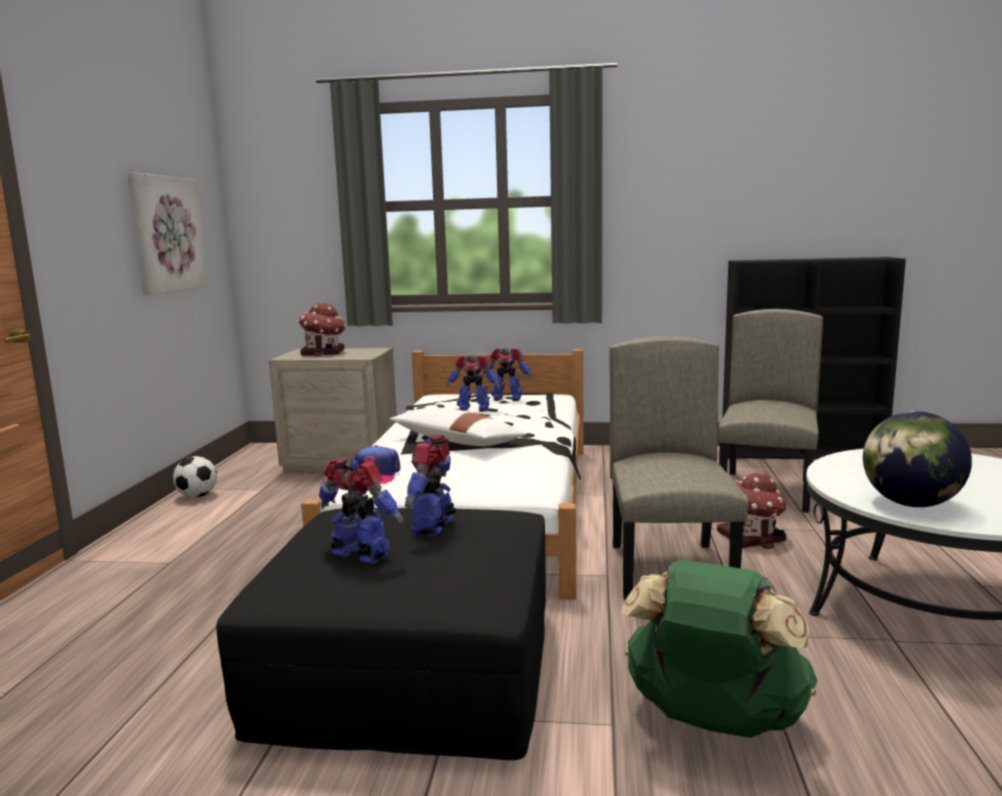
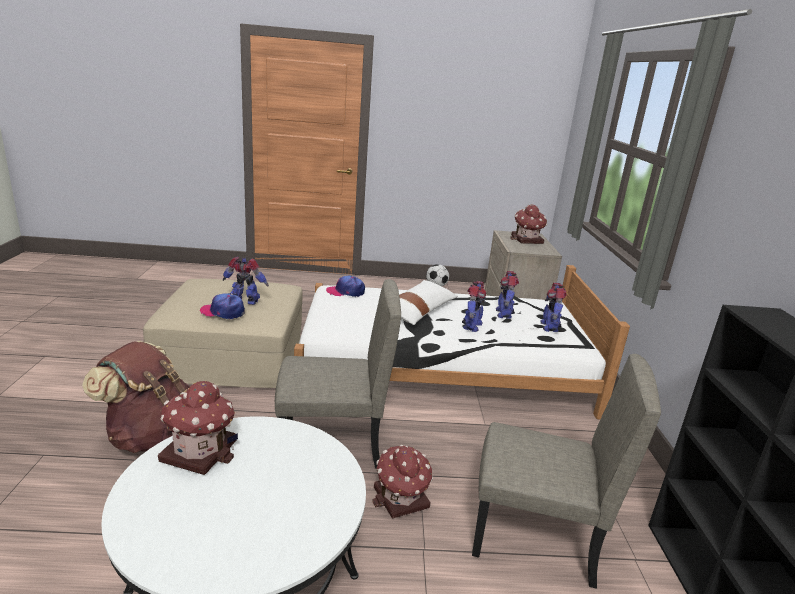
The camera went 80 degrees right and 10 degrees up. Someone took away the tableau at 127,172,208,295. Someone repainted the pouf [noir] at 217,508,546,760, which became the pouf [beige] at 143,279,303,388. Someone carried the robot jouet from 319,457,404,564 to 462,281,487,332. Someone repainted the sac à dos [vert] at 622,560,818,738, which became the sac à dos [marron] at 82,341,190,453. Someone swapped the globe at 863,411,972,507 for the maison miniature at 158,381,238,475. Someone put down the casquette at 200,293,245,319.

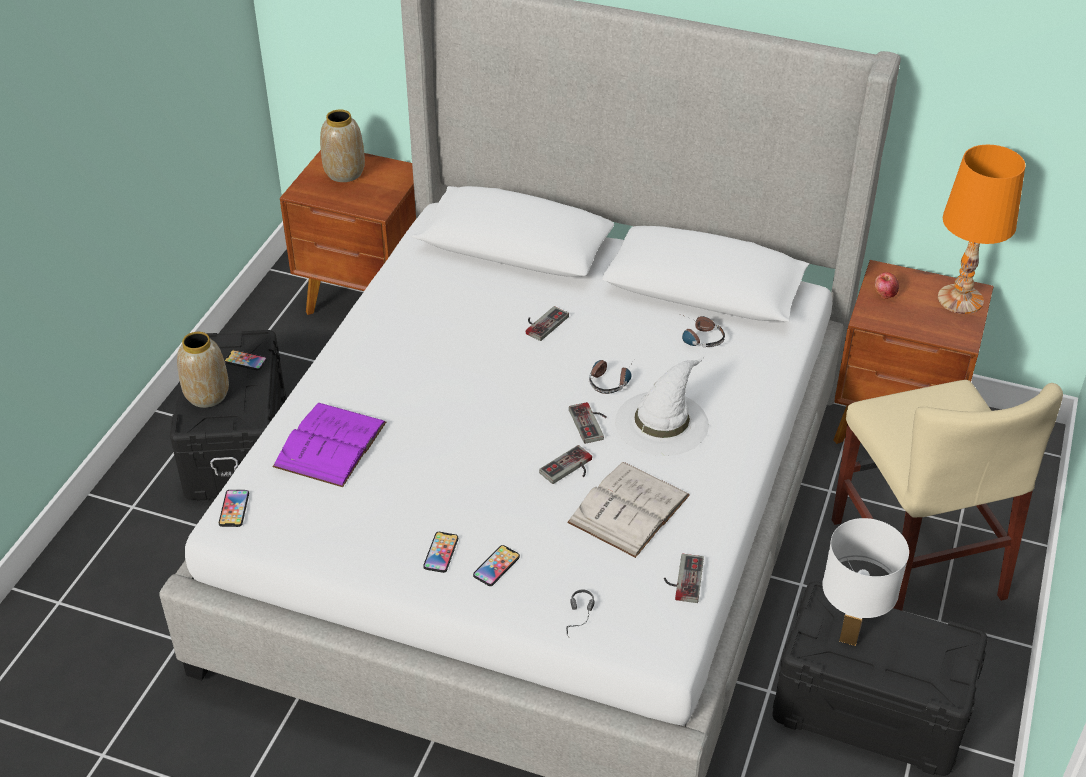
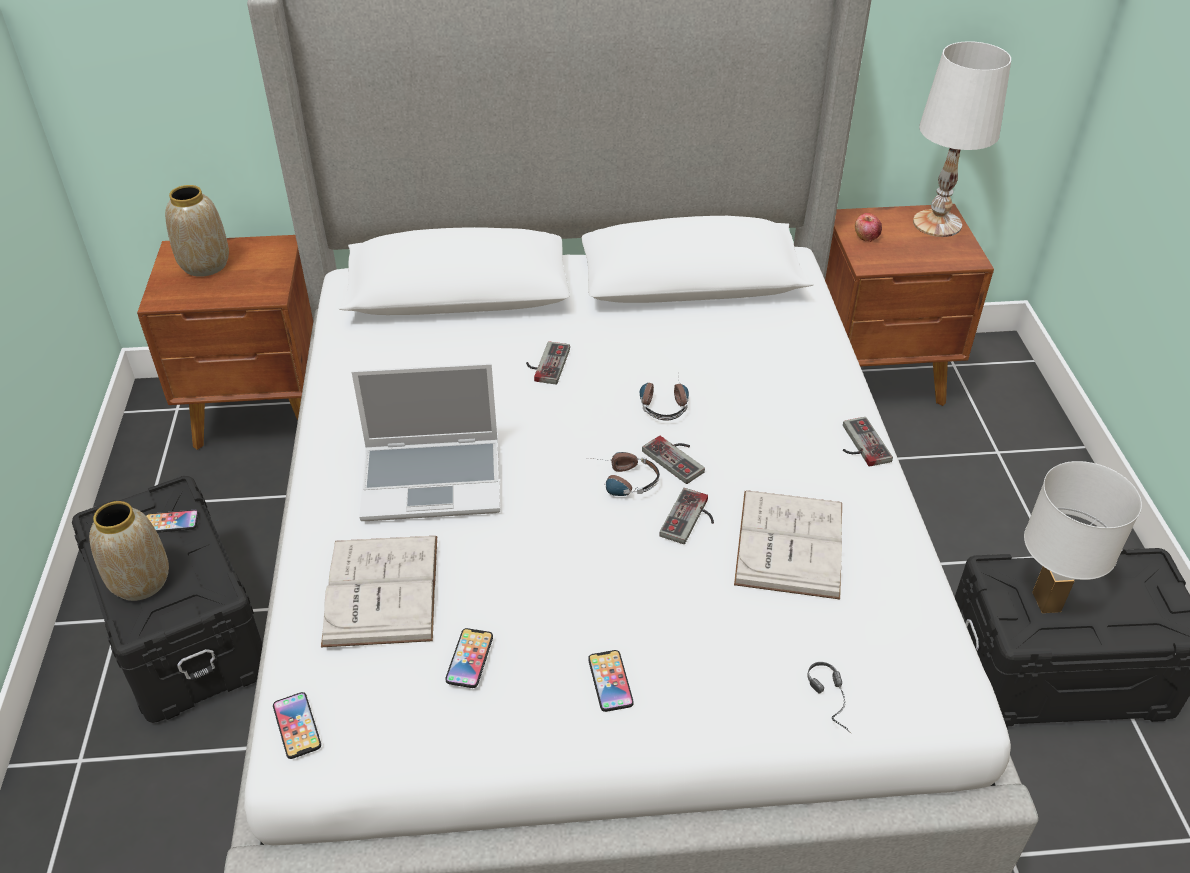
The camera went 25 degrees left and 0 degrees up. Someone repainted the livre [violet] at 272,403,386,487, which became the livre [blanc] at 321,536,437,647. Someone carried the téléphone from 473,545,520,586 to 445,628,493,688. Someone took away the chapeau [blanc] at 615,355,709,456. Someone carried the manette from 664,554,704,603 to 843,417,893,466. Someone carried the casque audio from 682,316,725,348 to 588,452,660,496. Someone took away the chaise [beige] at 832,380,1063,611. Someone repainted the lampe de table [orange] at 938,145,1025,314, which became the lampe de table [blanc] at 913,41,1011,237. Someone put down the ordinateur portable at 352,363,500,521.

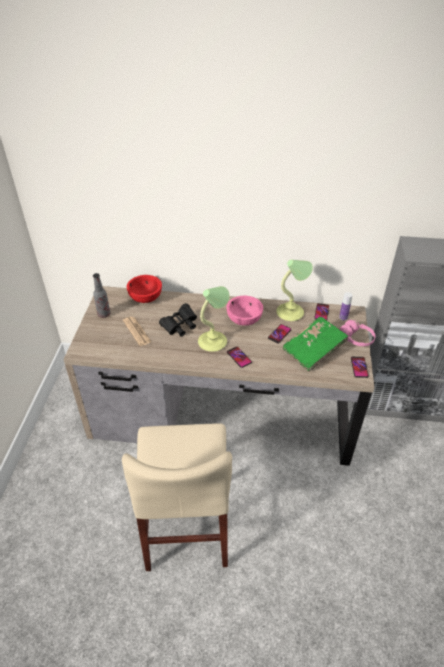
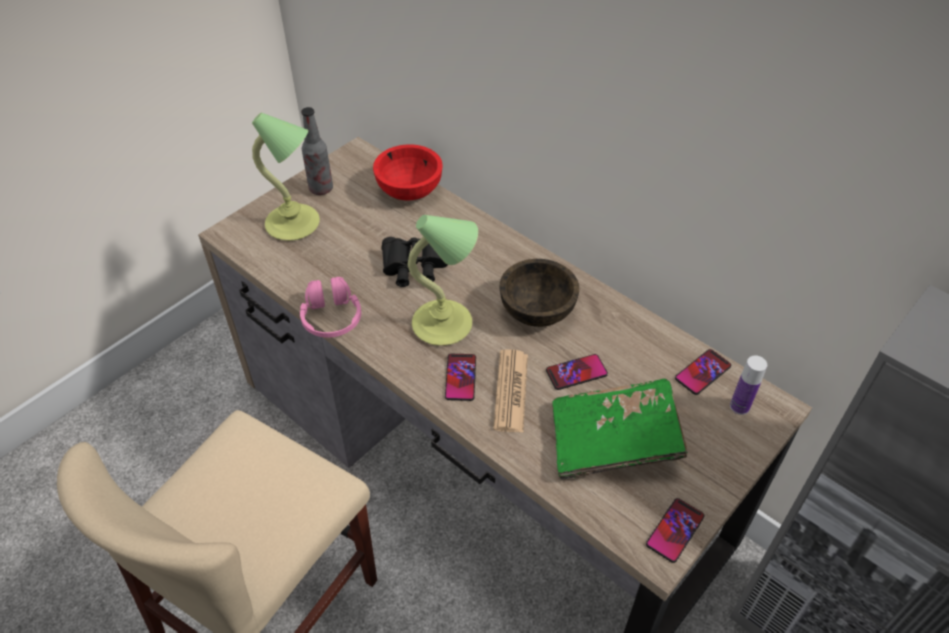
The camera went 35 degrees right and 5 degrees up. Someone carried the journal from 123,316,151,346 to 493,349,528,432. Someone repainted the bol [rose] at 226,296,263,326, which became the bol [marron] at 499,259,579,327. Someone carried the lampe de table from 276,260,313,321 to 252,113,320,241. Someone carried the casque audio [rose] from 339,320,376,346 to 300,277,361,338.

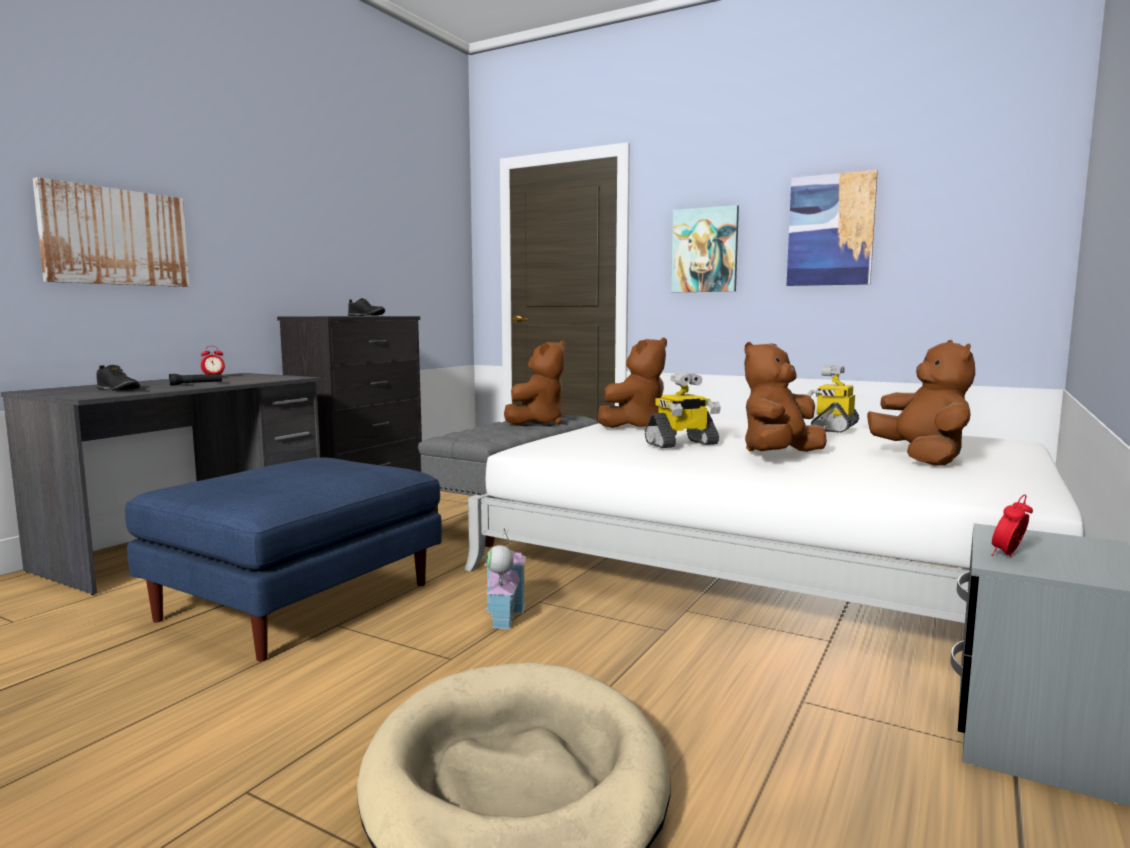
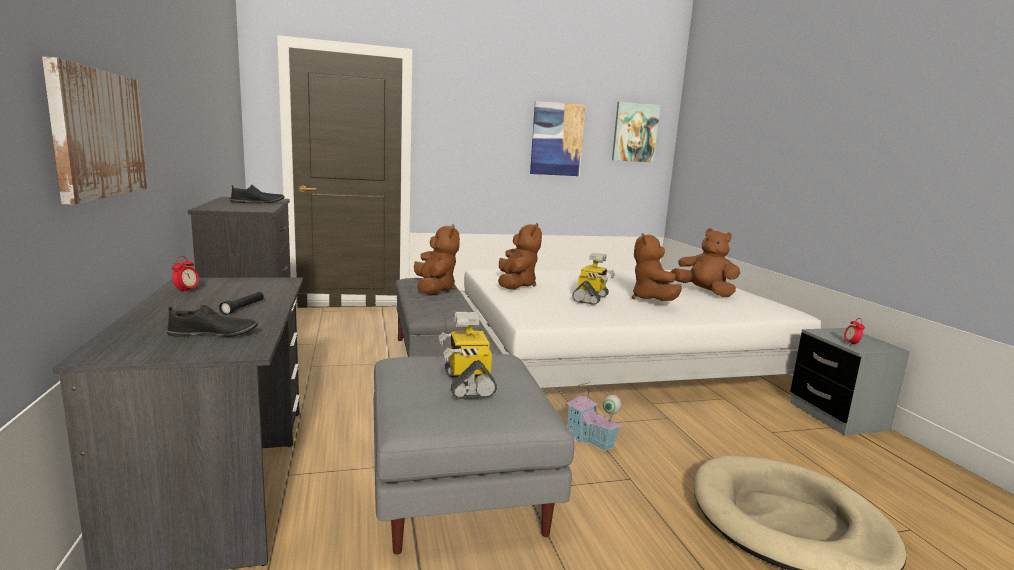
The camera went 45 degrees left and 5 degrees up. Someone repainted the pouf [bleu] at 125,457,442,661, which became the pouf [gris] at 374,354,574,555. Someone carried the tableau from 671,205,739,293 to 612,102,661,163. Someone carried the robot jouet from 806,365,859,433 to 438,312,497,399.

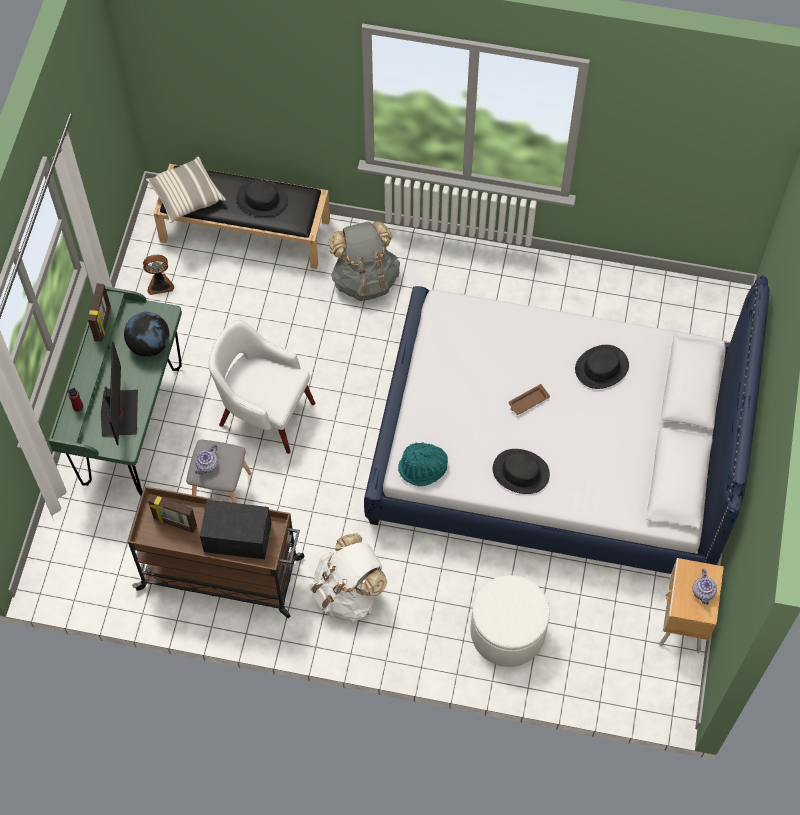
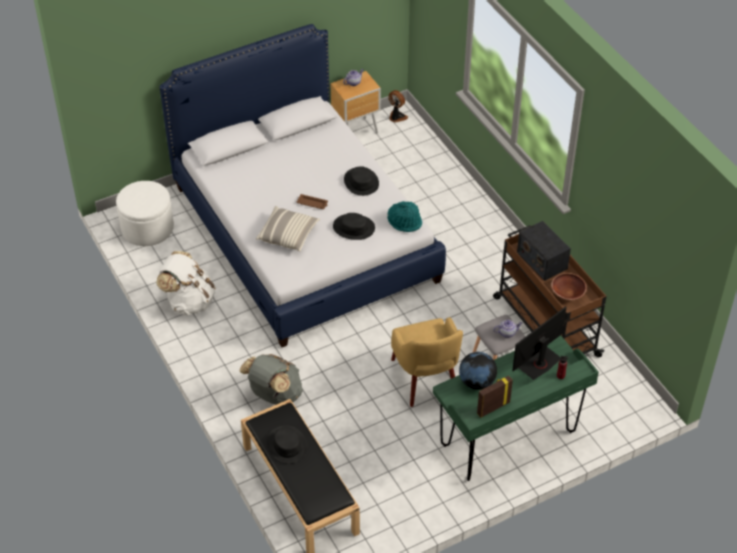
The camera went 130 degrees left and 15 degrees down. Someone carried the ventilateur from 143,255,174,295 to 388,90,408,123. Someone carried the coussin from 146,156,226,223 to 256,206,320,251. Someone swapped the cadre photo at 148,494,197,533 for the bol [marron] at 551,273,587,300. Someone repainted the fauteuil [blanc] at 209,320,315,454, which became the fauteuil [jaune] at 391,317,463,407. Someone carried the sac à dos [blanc] from 310,534,387,622 to 156,251,216,315. Someone carried the pouf [blanc] from 470,575,550,667 to 116,181,174,246. Someone carried the chapeau [noir] from 575,345,629,389 to 333,213,375,240.

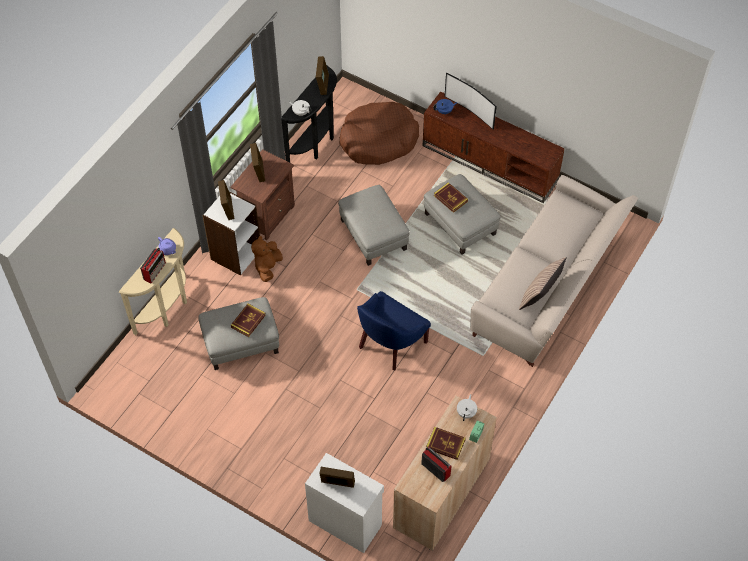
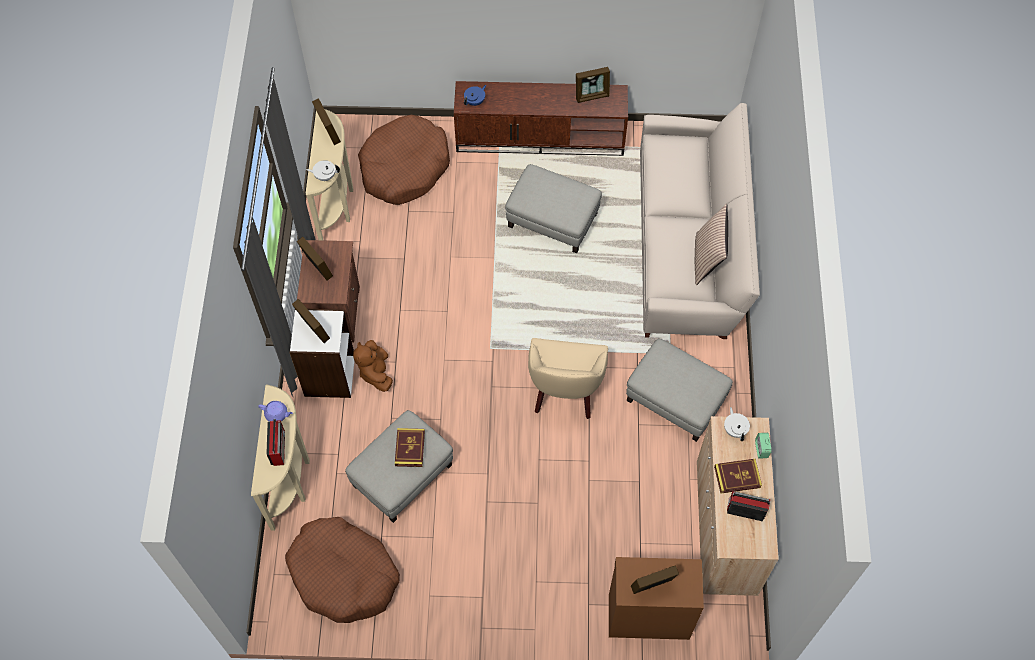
The camera went 30 degrees left and 5 degrees up. Someone repainted the table console [noir] at 281,65,337,163, which became the table console [beige] at 306,109,353,241. Someone repainted the meuble de rangement [blanc] at 305,453,384,553, which became the meuble de rangement [marron] at 609,557,704,640. Someone carried the pouf [gris] from 338,185,409,266 to 626,339,733,442. Someone repainted the fauteuil [bleu] at 357,291,431,370, which became the fauteuil [beige] at 528,338,608,419. Someone took away the livre at 434,182,468,213. Someone took away the téléviseur at 444,73,497,130. Someone put down the panier pour chien [marron] at 285,517,400,623. Someone put down the cadre photo at 576,67,610,103.

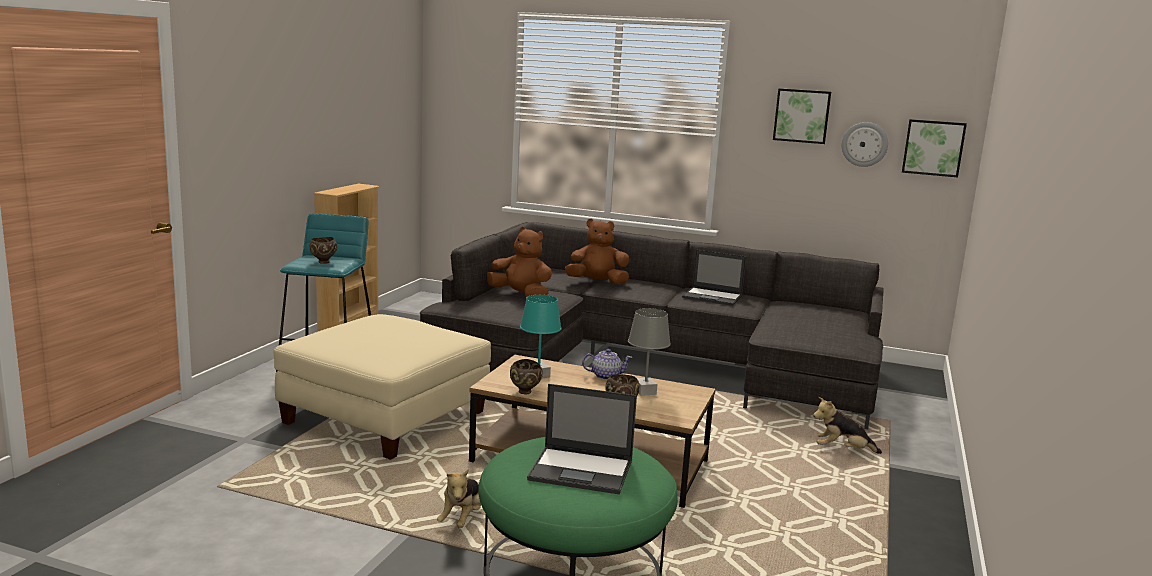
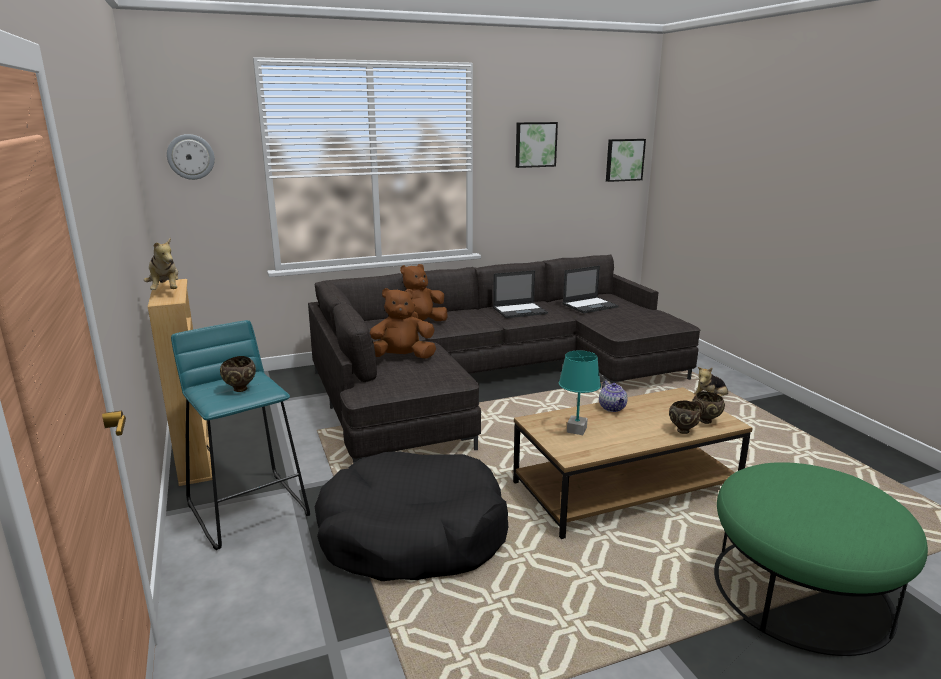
The camera went 40 degrees left and 5 degrees up. Someone swapped the pouf [beige] at 273,314,491,460 for the panier pour chien [noir] at 315,451,508,581. Someone carried the peluche from 437,469,481,528 to 144,238,178,290. Someone carried the bol [marron] from 510,359,543,394 to 692,391,725,424. Someone carried the ordinateur portable from 527,384,637,494 to 562,266,619,313. Someone rotated the théière at 582,349,632,380 by 120 degrees clockwise. Someone took away the lampe de table [gris] at 628,308,671,396. Someone carried the horloge murale from 842,122,888,167 to 167,134,215,180.

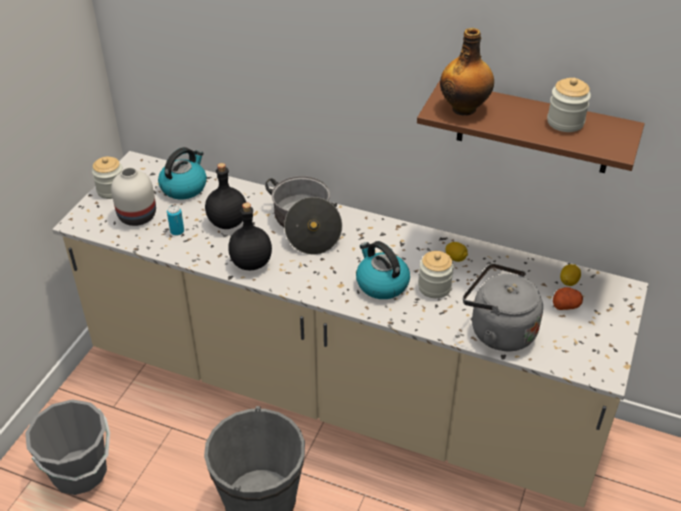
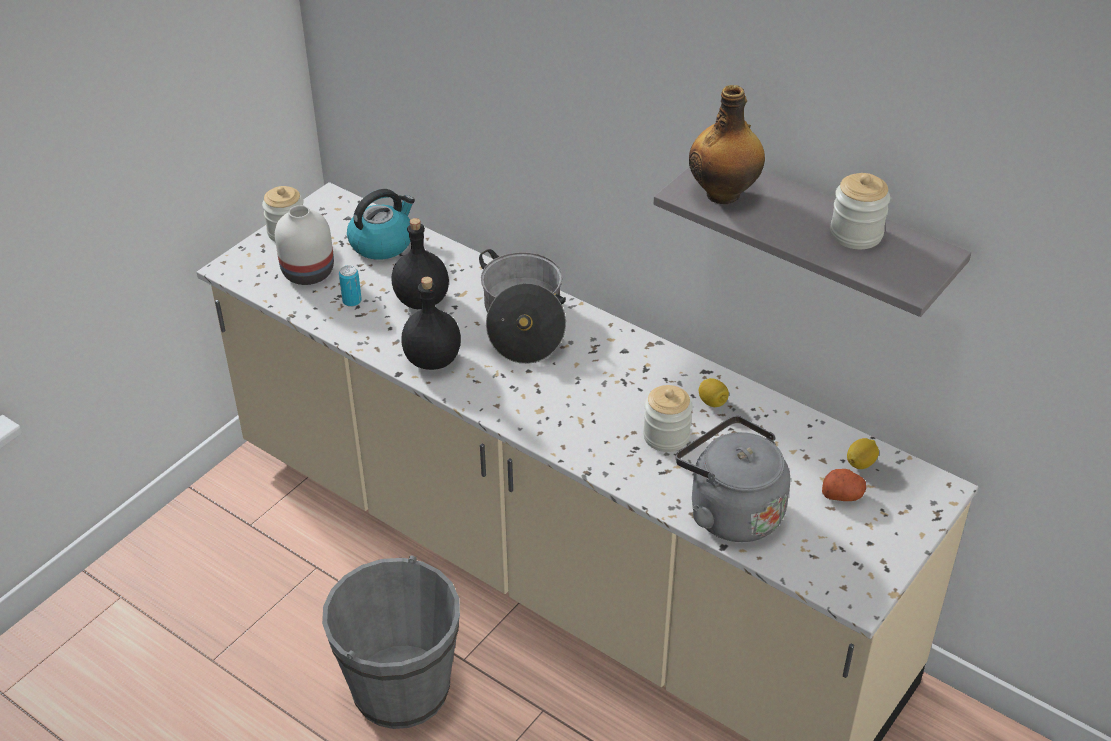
The camera went 15 degrees right and 0 degrees up. Someone took away the seau [gris] at 25,399,110,495. Someone took away the bouilloire at 356,241,410,299. Someone repainted the étagère [marron] at 417,81,645,173, which became the étagère [gris] at 653,166,971,317.

